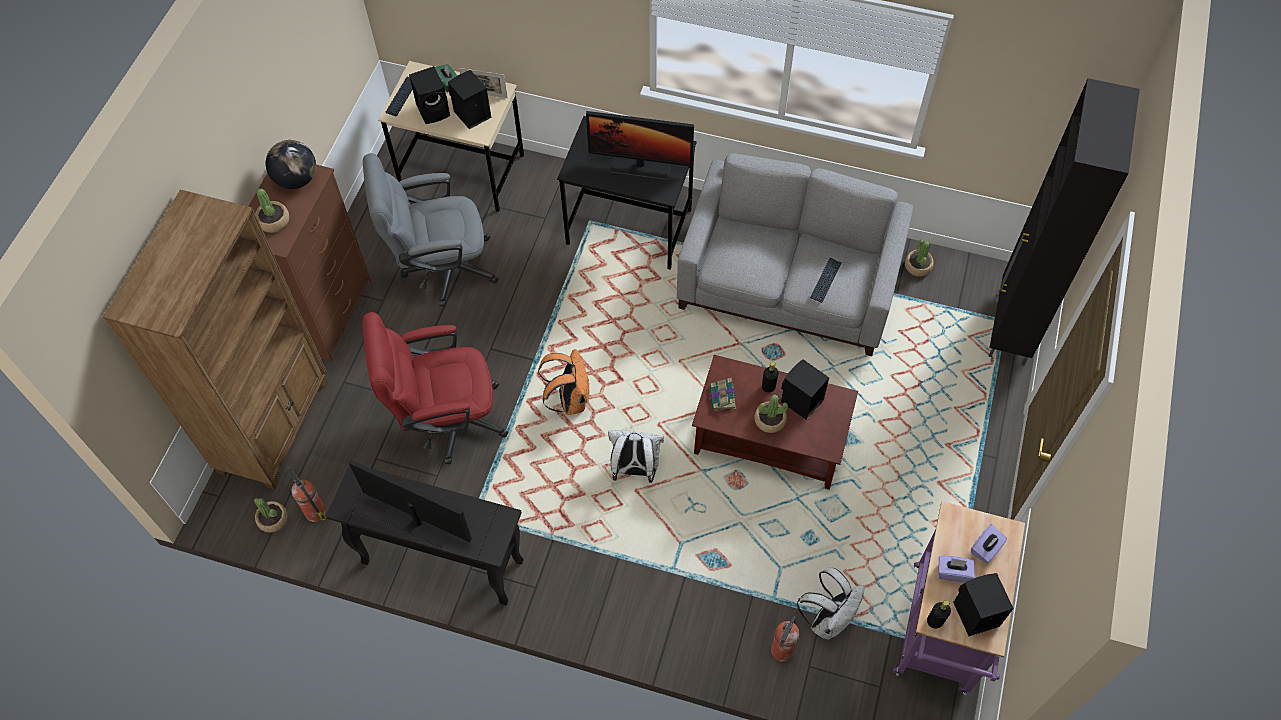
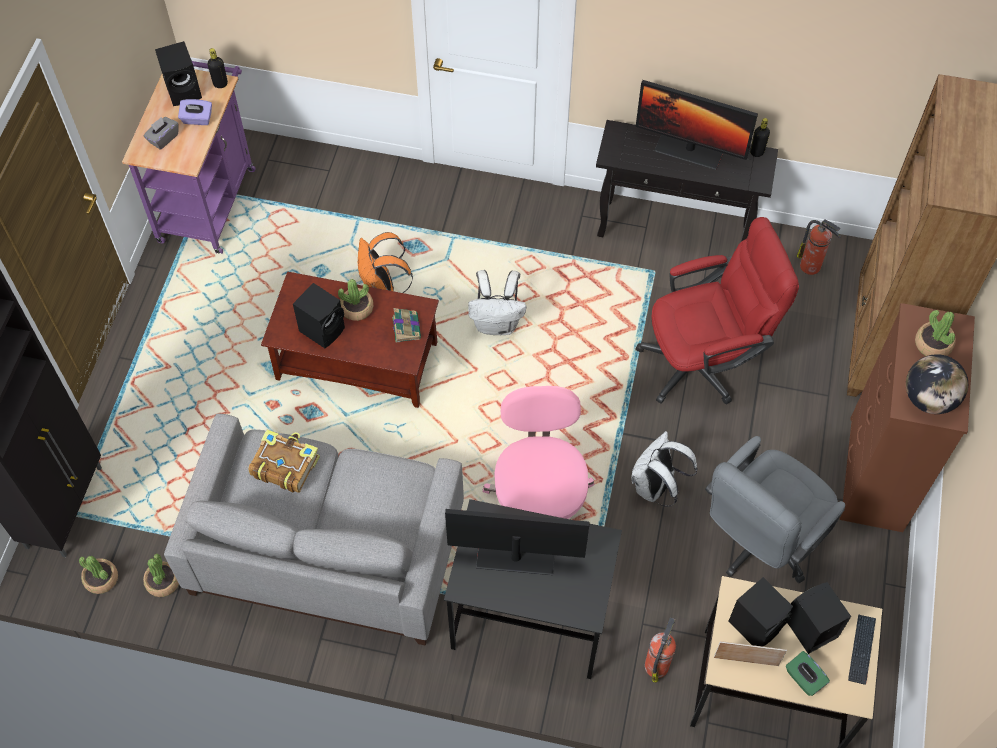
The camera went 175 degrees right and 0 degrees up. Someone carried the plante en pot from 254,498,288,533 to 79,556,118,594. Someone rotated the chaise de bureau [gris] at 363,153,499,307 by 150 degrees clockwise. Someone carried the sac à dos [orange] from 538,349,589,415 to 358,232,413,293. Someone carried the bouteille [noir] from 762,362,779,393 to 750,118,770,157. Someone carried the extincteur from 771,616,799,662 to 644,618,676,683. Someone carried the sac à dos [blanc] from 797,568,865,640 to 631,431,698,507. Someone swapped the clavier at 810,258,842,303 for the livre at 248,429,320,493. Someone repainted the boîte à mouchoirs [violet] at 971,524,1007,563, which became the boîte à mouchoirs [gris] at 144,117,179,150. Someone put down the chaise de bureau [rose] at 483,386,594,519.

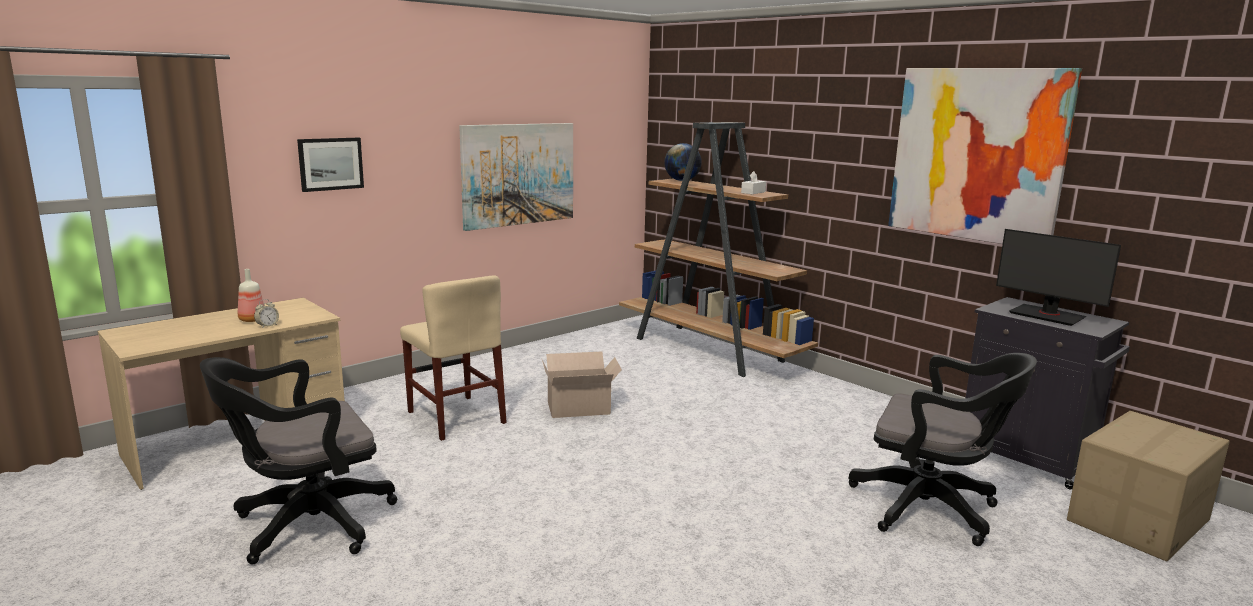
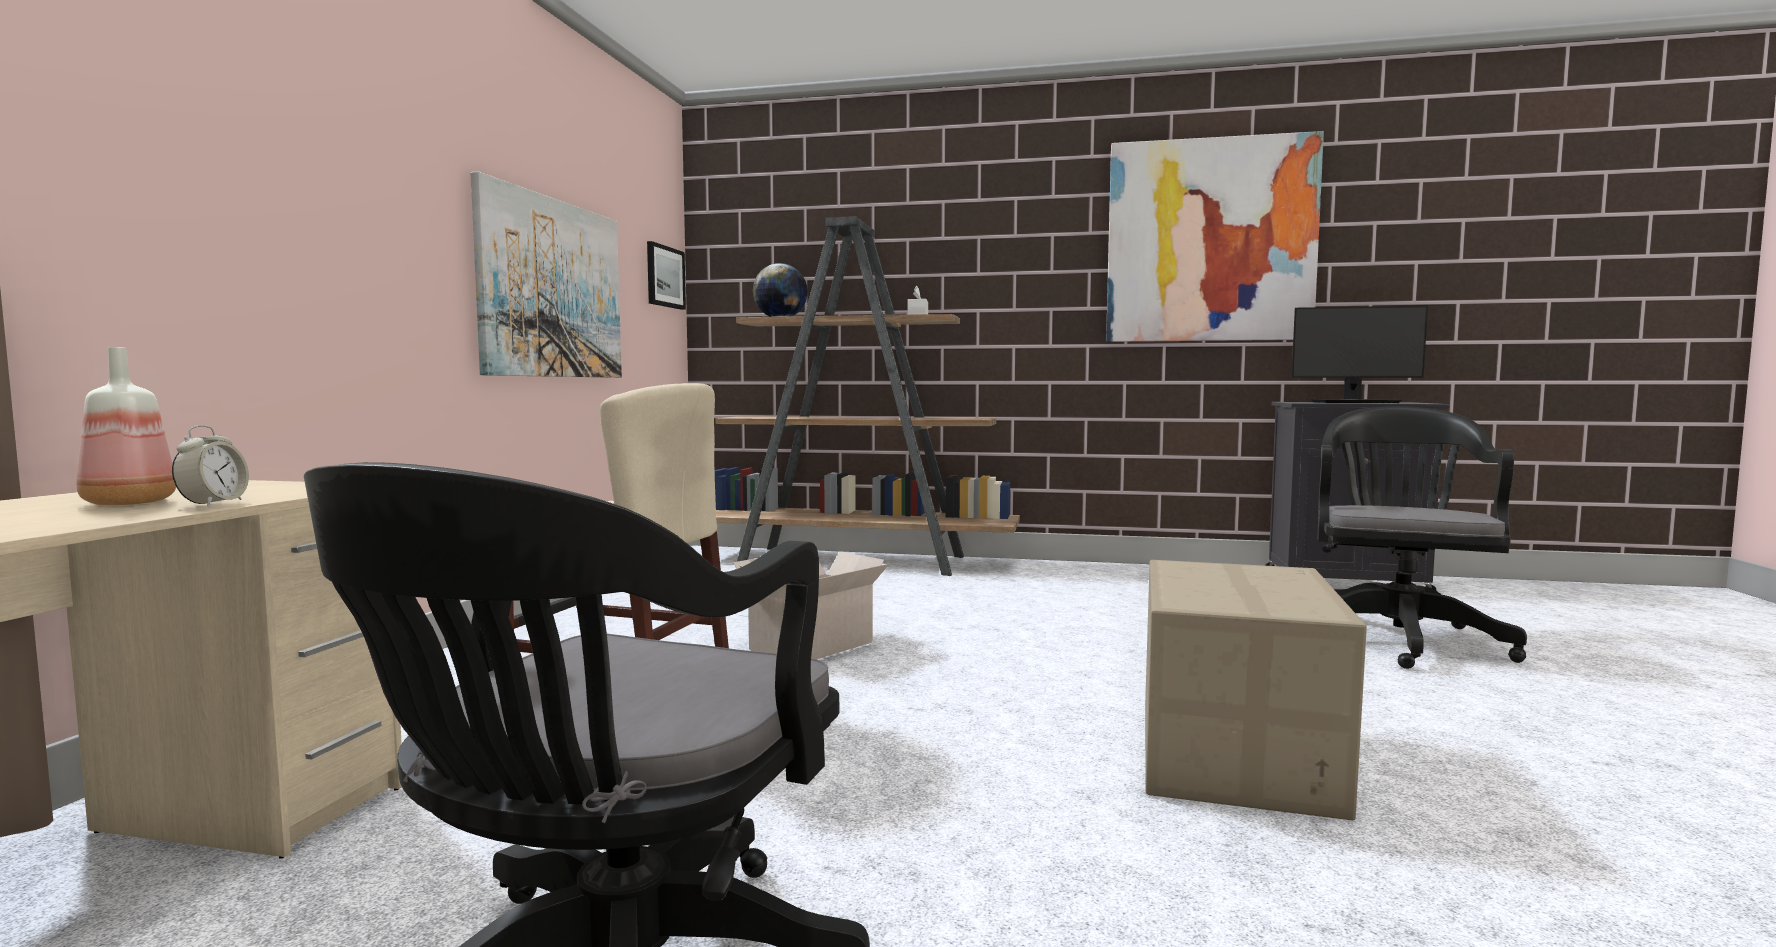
The camera went 35 degrees left and 10 degrees down. Someone carried the tableau from 297,138,364,192 to 647,241,686,310. Someone rotated the chaise de bureau [noir] at 848,353,1037,546 by 60 degrees counterclockwise. Someone carried the carton from 1067,411,1230,561 to 1145,560,1367,821.

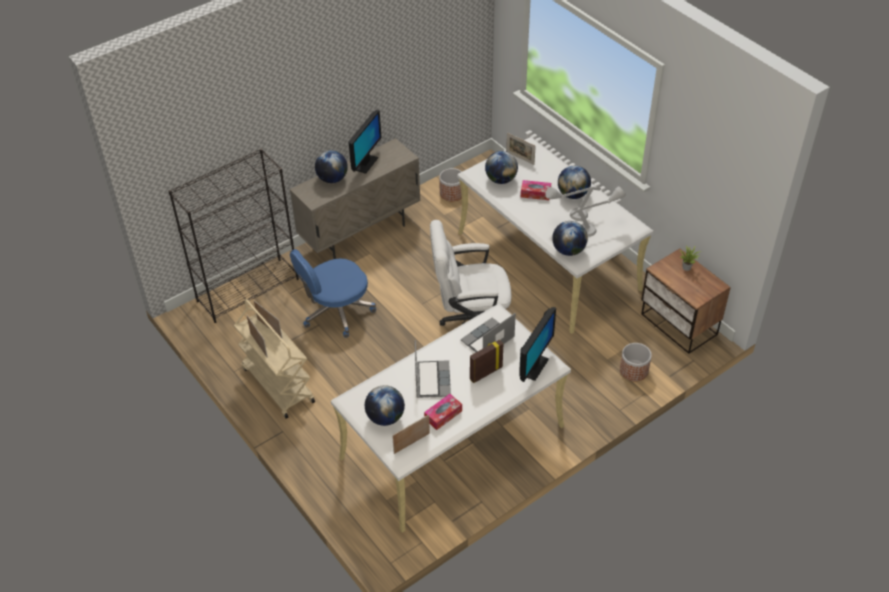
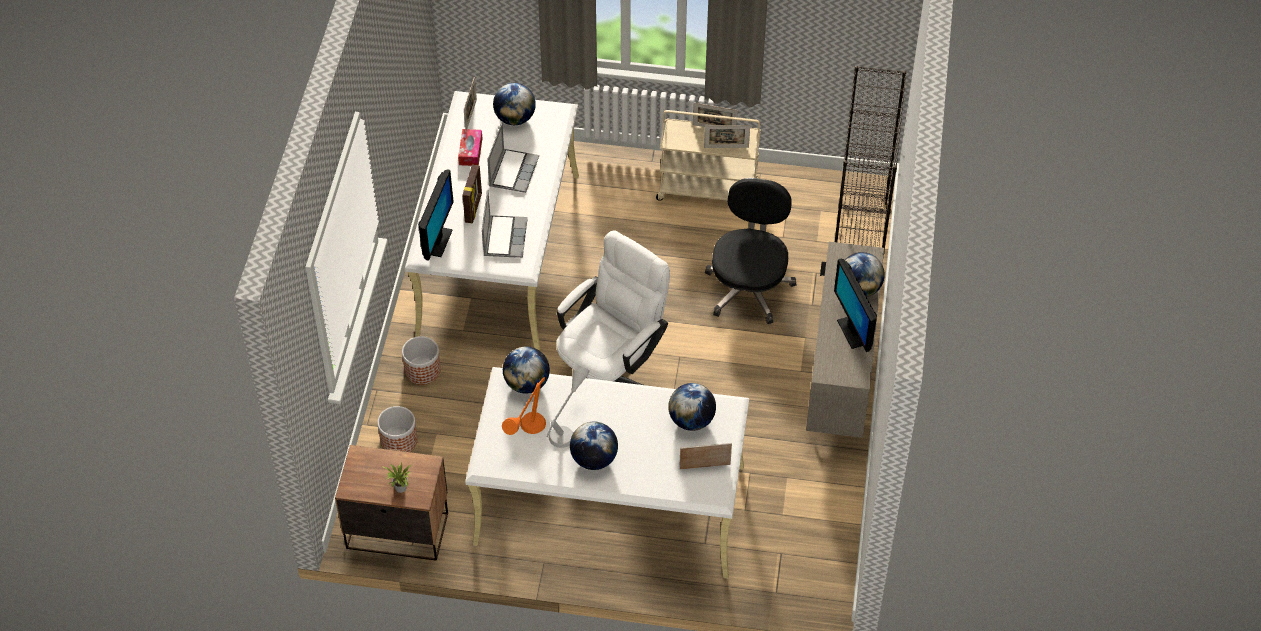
The camera went 135 degrees right and 5 degrees up. Someone repainted the chaise de bureau [bleu] at 290,249,376,338, which became the chaise de bureau [noir] at 705,178,796,324. Someone rotated the ordinateur portable at 415,340,451,398 by 120 degrees counterclockwise. Someone carried the cache-pot from 439,168,462,201 to 402,336,441,385. Someone rotated the écran d'ordinateur at 519,307,556,382 by 150 degrees counterclockwise. Someone took away the boîte à mouchoirs at 521,180,551,200. Someone repainted the lampe de table [gris] at 570,186,626,237, which became the lampe de table [orange] at 502,377,546,435.

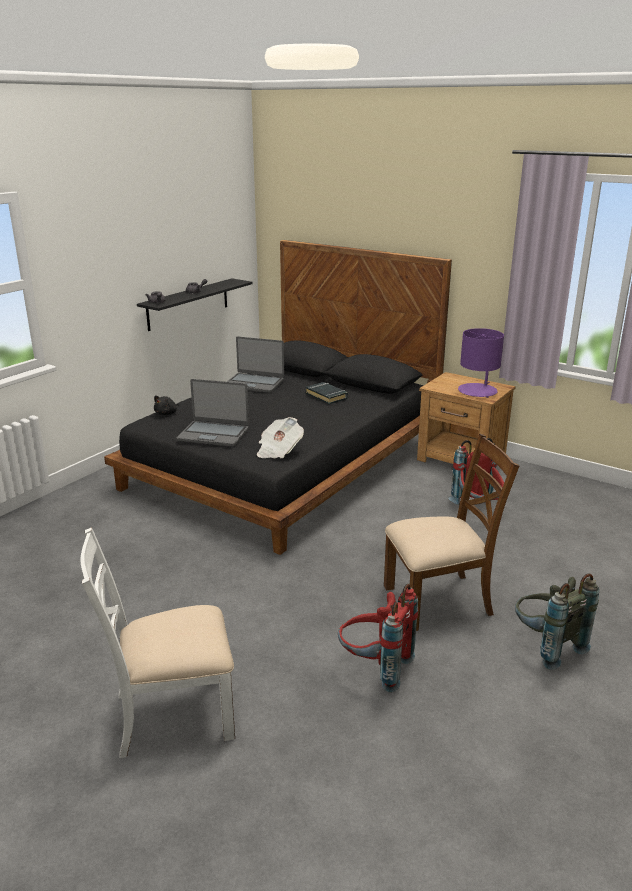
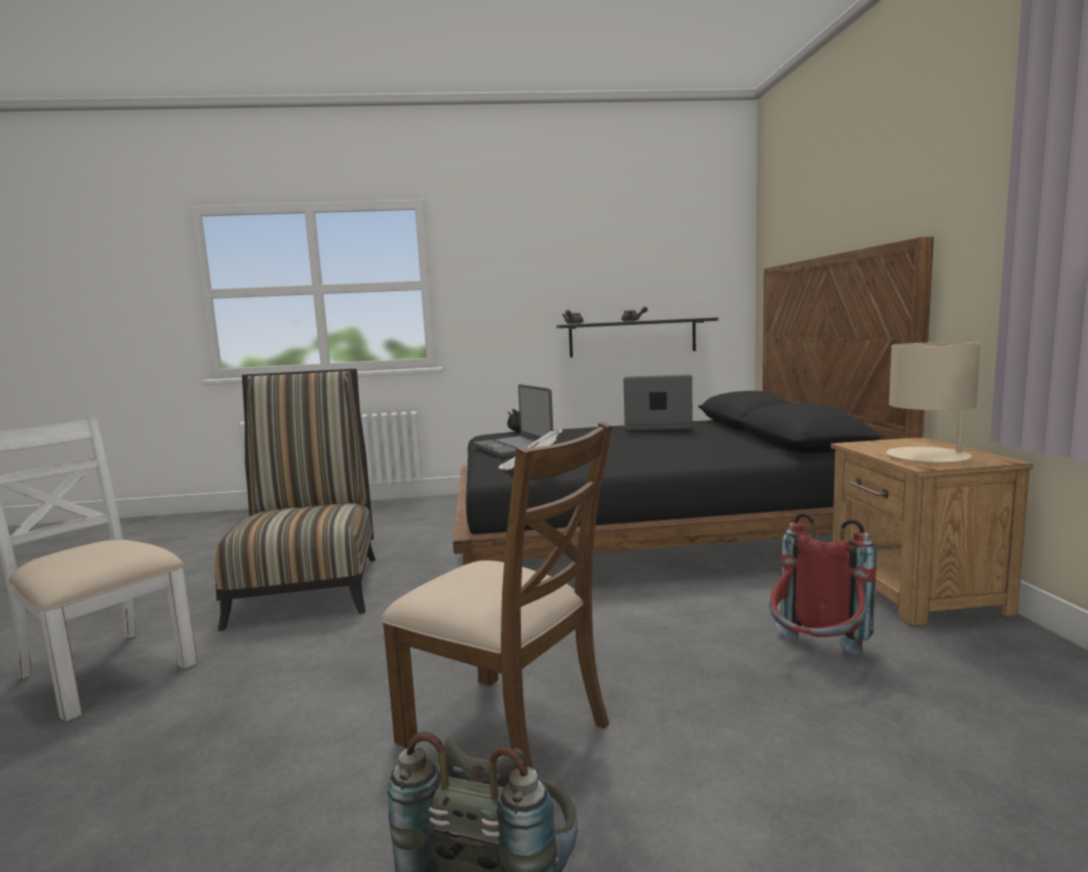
The camera went 50 degrees right and 15 degrees down. Someone rotated the ordinateur portable at 227,337,284,393 by 120 degrees clockwise. Someone took away the livre [noir] at 305,382,348,404. Someone took away the sac à dos [rouge] at 338,584,418,692. Someone repainted the lampe de table [violet] at 458,328,504,398, which became the lampe de table [beige] at 886,342,981,465. Someone put down the chaise at 215,369,375,631.

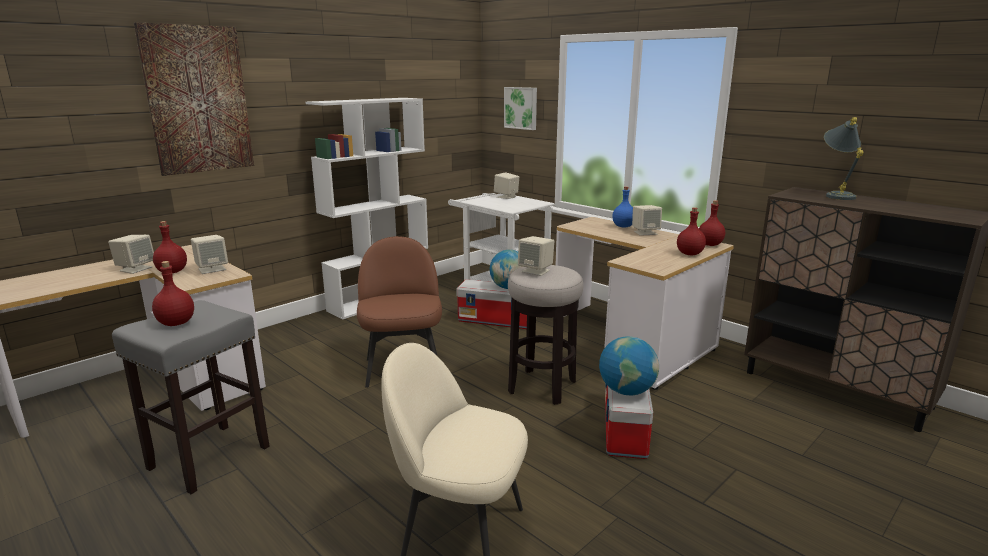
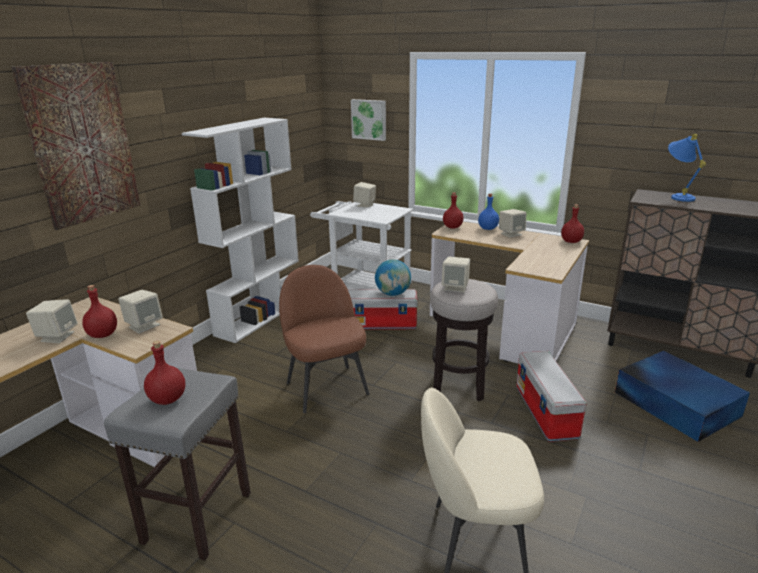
The camera went 15 degrees left and 5 degrees up. Someone took away the globe at 599,336,659,395. Someone carried the bouteille [rouge] from 677,207,706,255 to 443,193,464,228. Someone repainted the lampe de table [gris] at 824,117,863,200, which became the lampe de table [bleu] at 668,134,706,202. Someone put down the boîte de rangement [bleu] at 615,351,750,442.

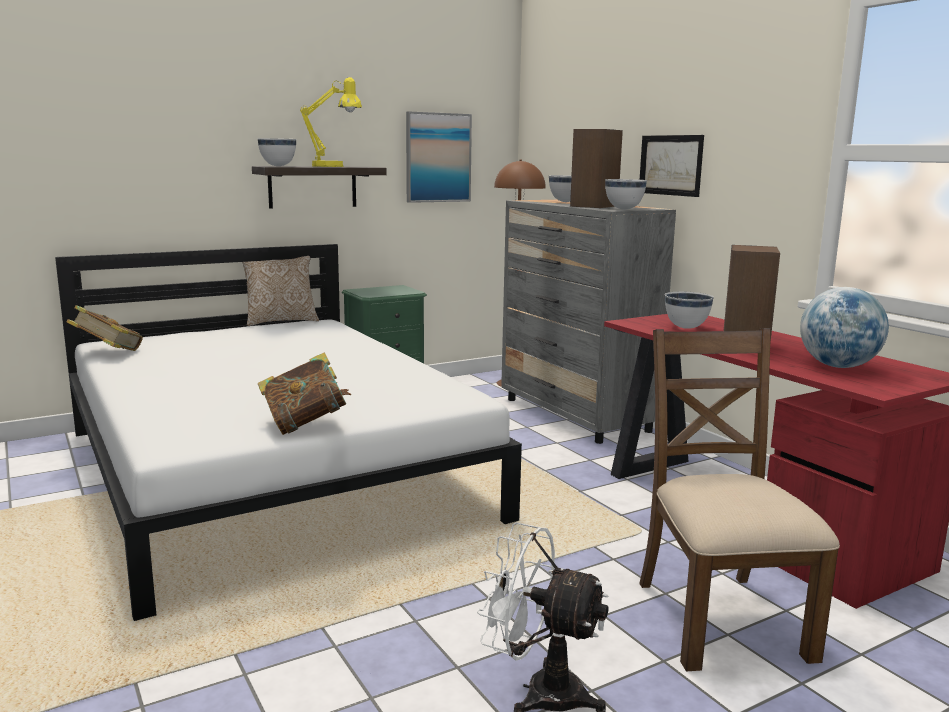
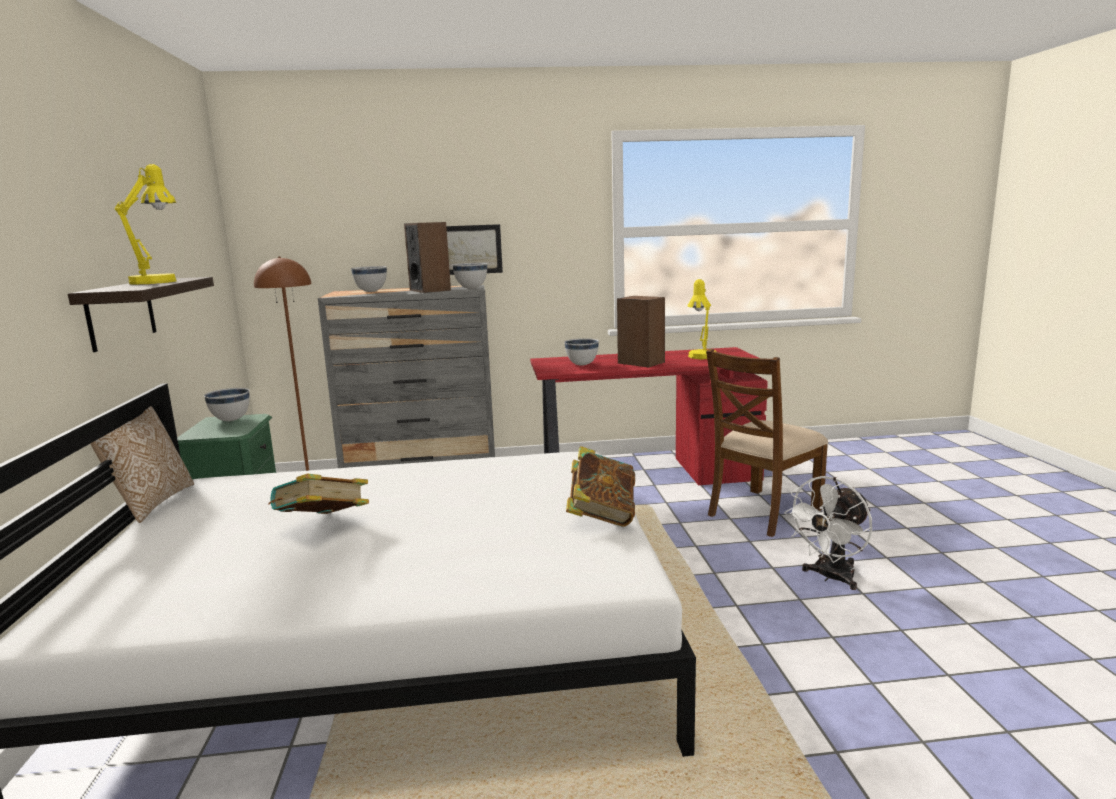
The camera went 65 degrees left and 0 degrees up. Someone carried the livre from 66,305,143,351 to 268,474,369,514. Someone carried the bol [blanc] from 257,138,297,166 to 204,388,250,421. Someone took away the tableau at 406,111,472,203. Someone rotated the chaise [marron] at 639,328,840,671 by 60 degrees counterclockwise. Someone swapped the globe at 800,287,889,368 for the lampe de table [jaune] at 687,279,716,359.

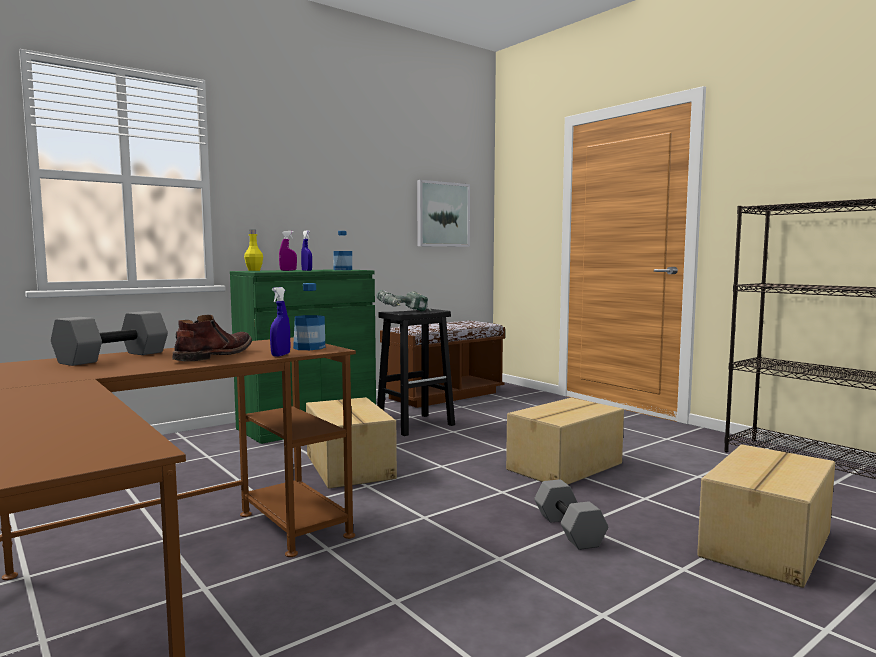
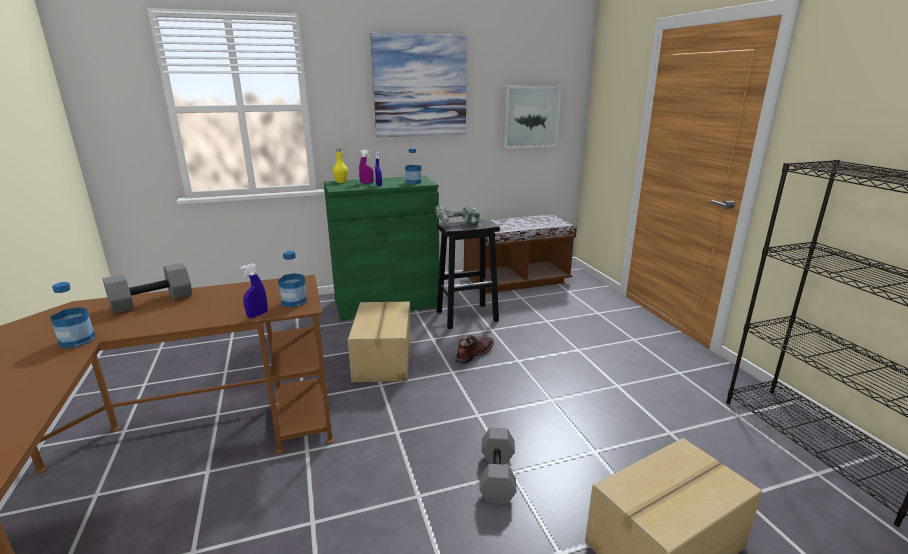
The camera went 20 degrees right and 15 degrees up. Someone carried the botte [marron] from 172,315,252,361 to 455,335,494,364. Someone took away the carton at 506,398,624,484. Someone put down the bouteille at 50,282,96,348. Someone put up the tableau at 371,33,467,138.

